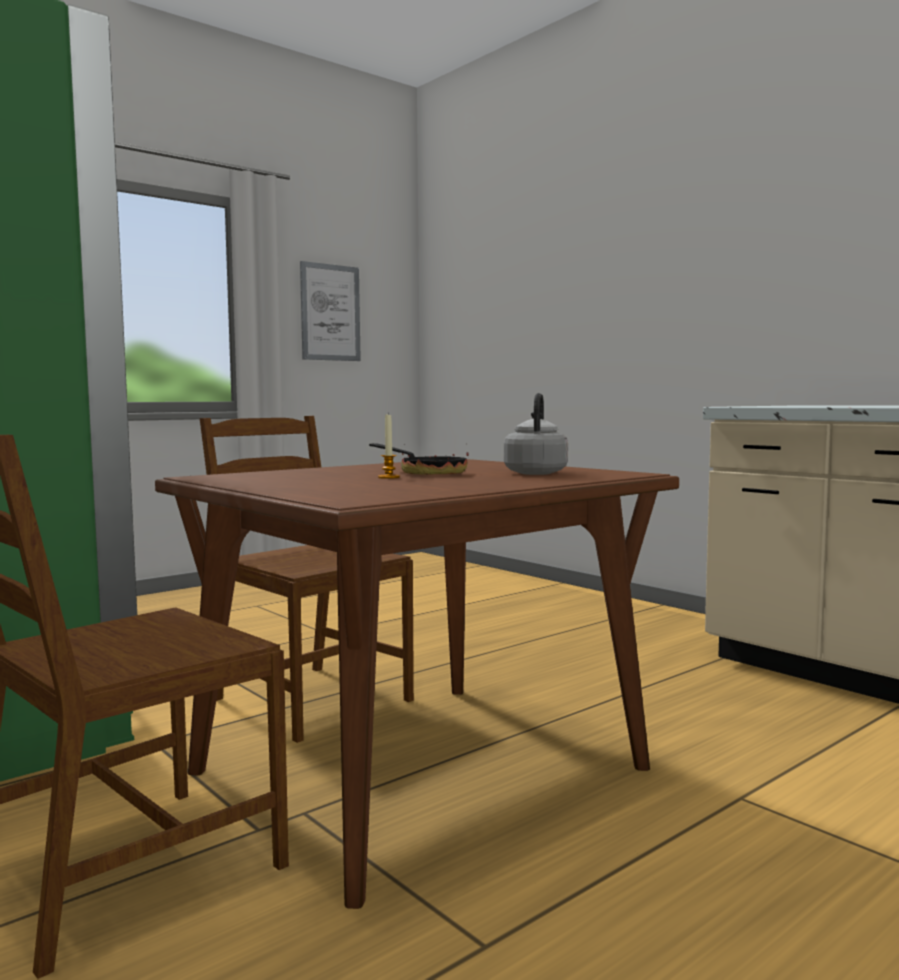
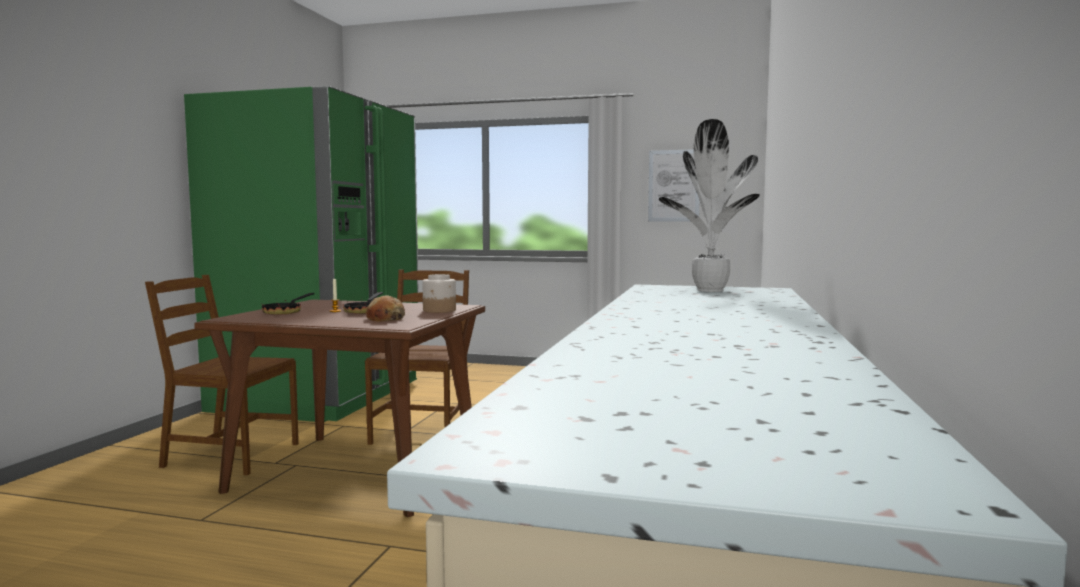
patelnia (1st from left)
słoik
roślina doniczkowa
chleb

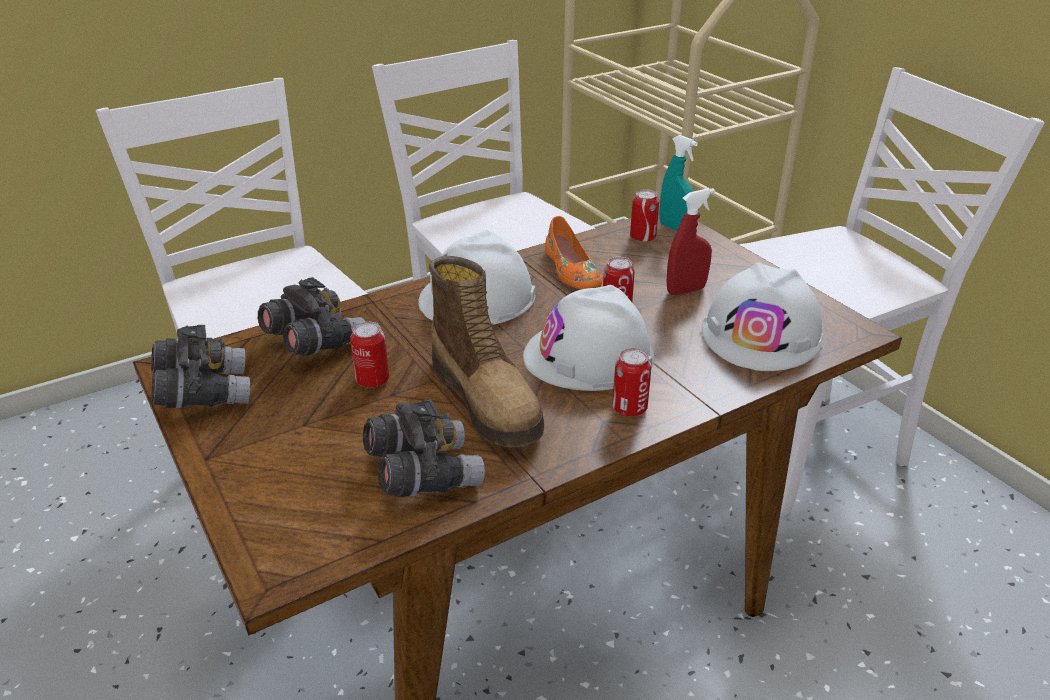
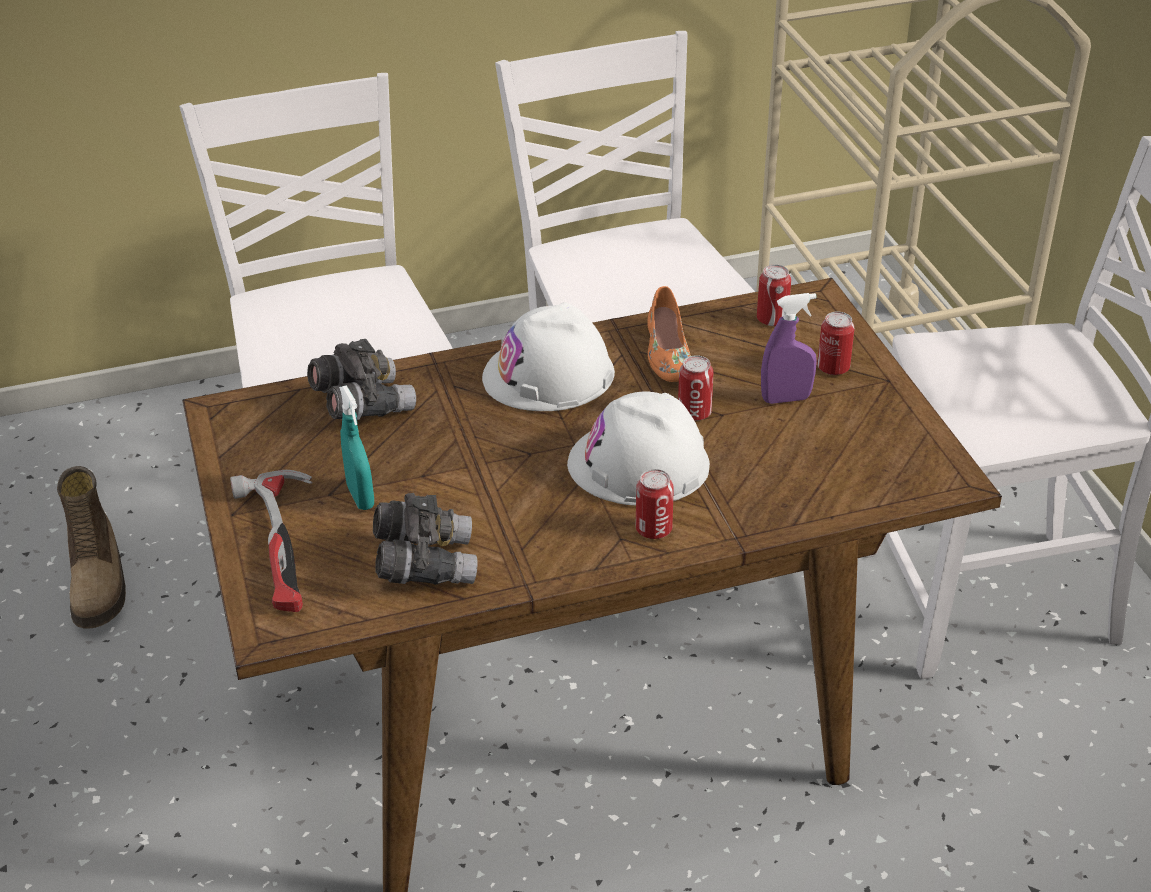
lornetka (szary) (1st from left in the first image)
kask (biały) (3rd from left in the first image)
młotek
puszka (4th from left)
but z cholewką
spryskiwacz (turkusowy)
spryskiwacz (fioletowy)

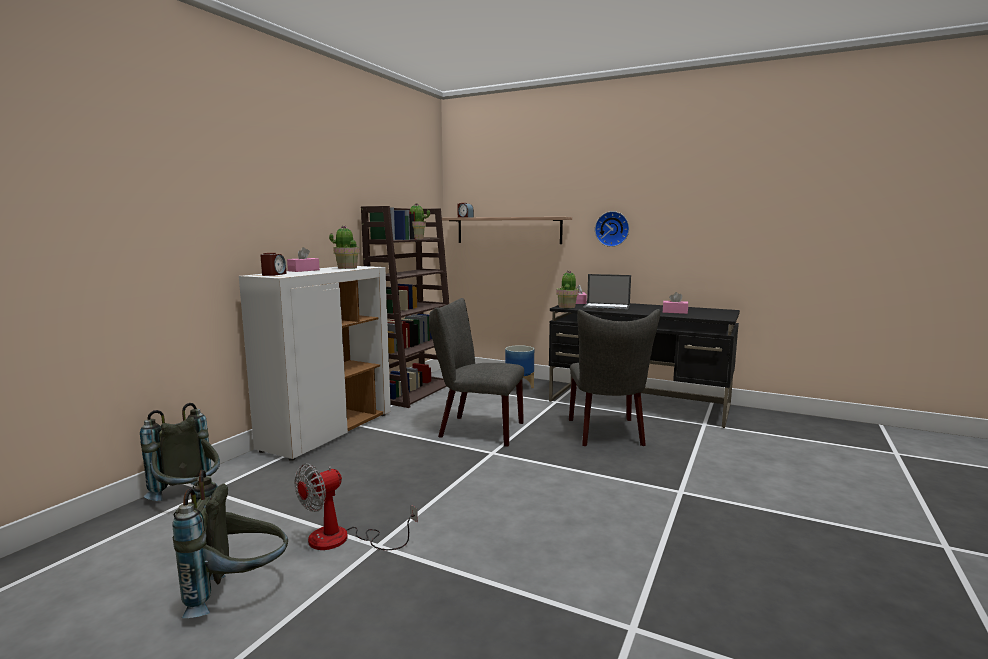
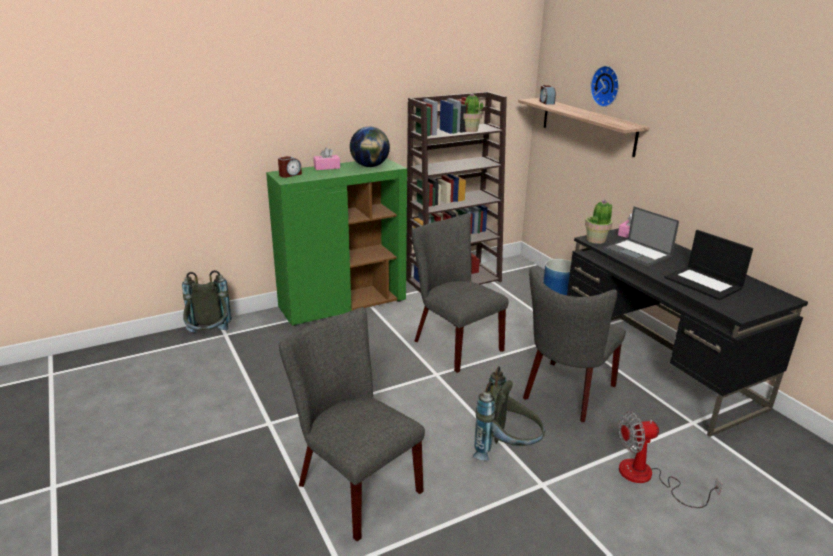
krzesło (szary) (1st from left)
plecak (szary) (2nd from left)
wentylator
zegar ścienny
globus
laptop (2nd from left)
szafka (zielony)

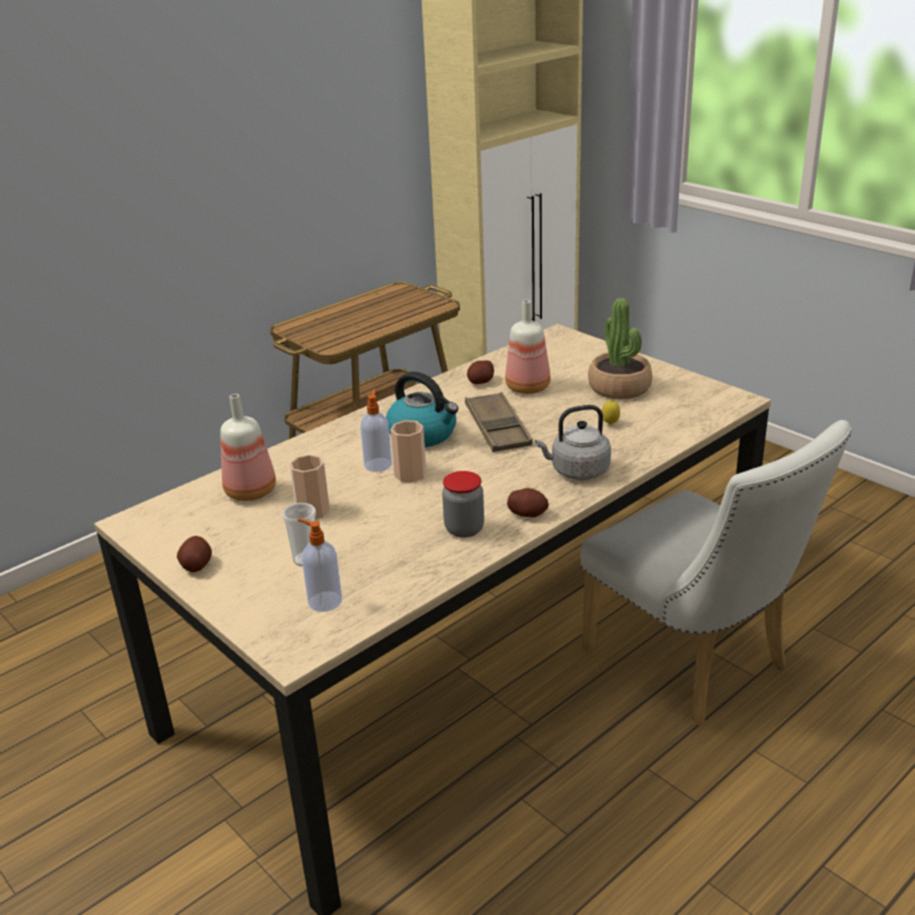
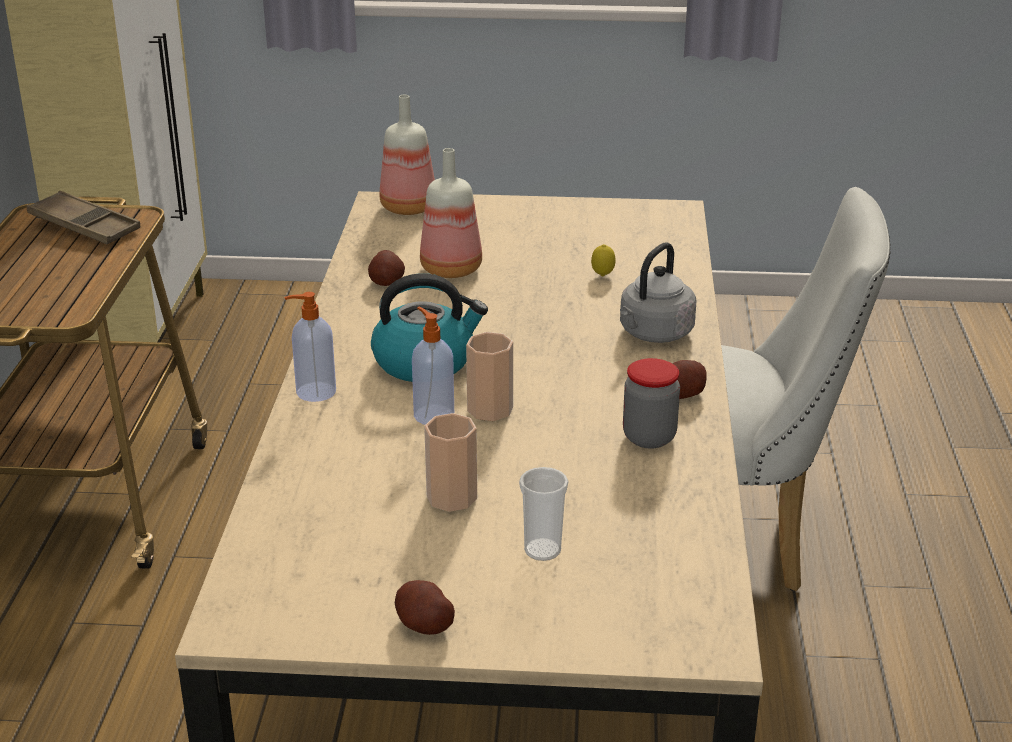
roślina doniczkowa
butelka (1st from left)
dozownik mydła (1st from left)
taca (brązowy)

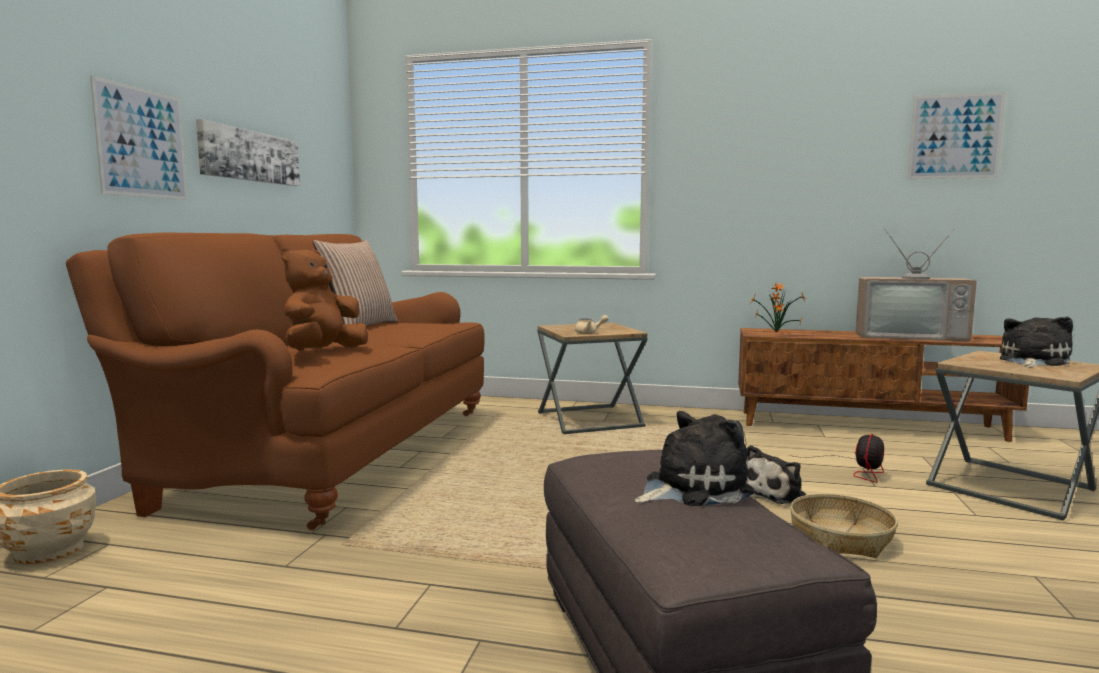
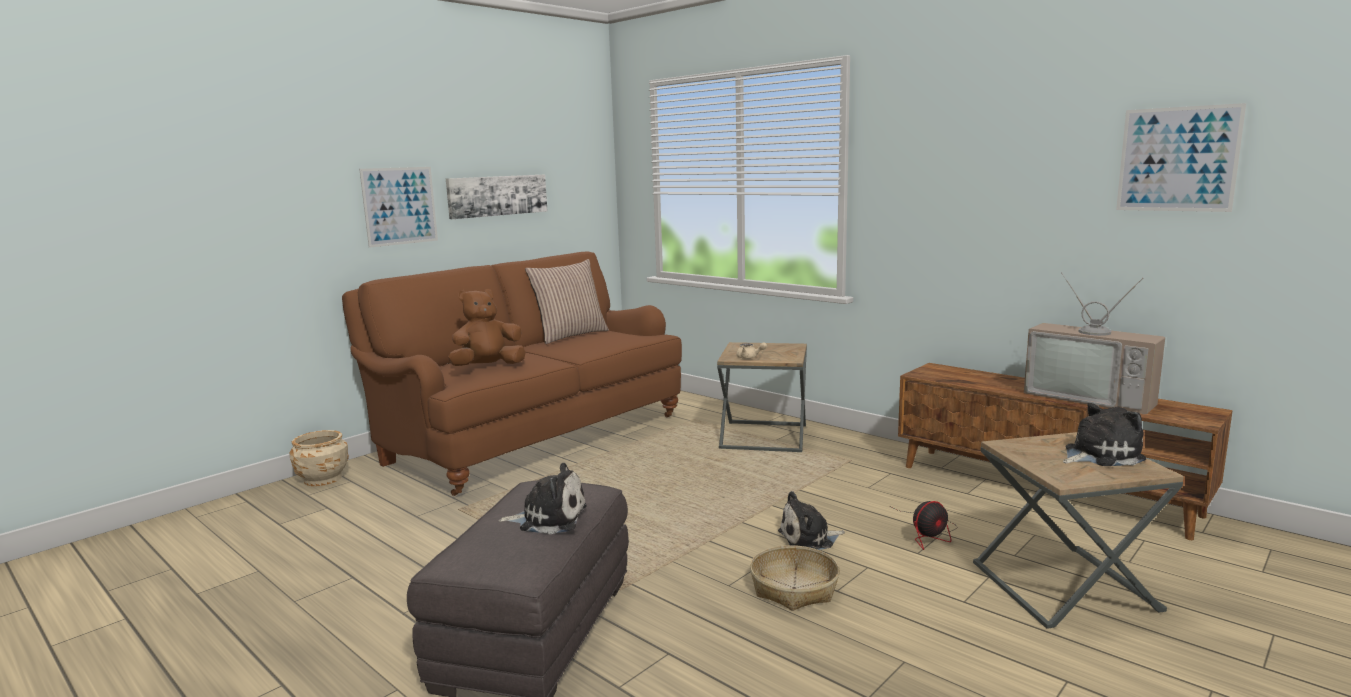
roślina doniczkowa

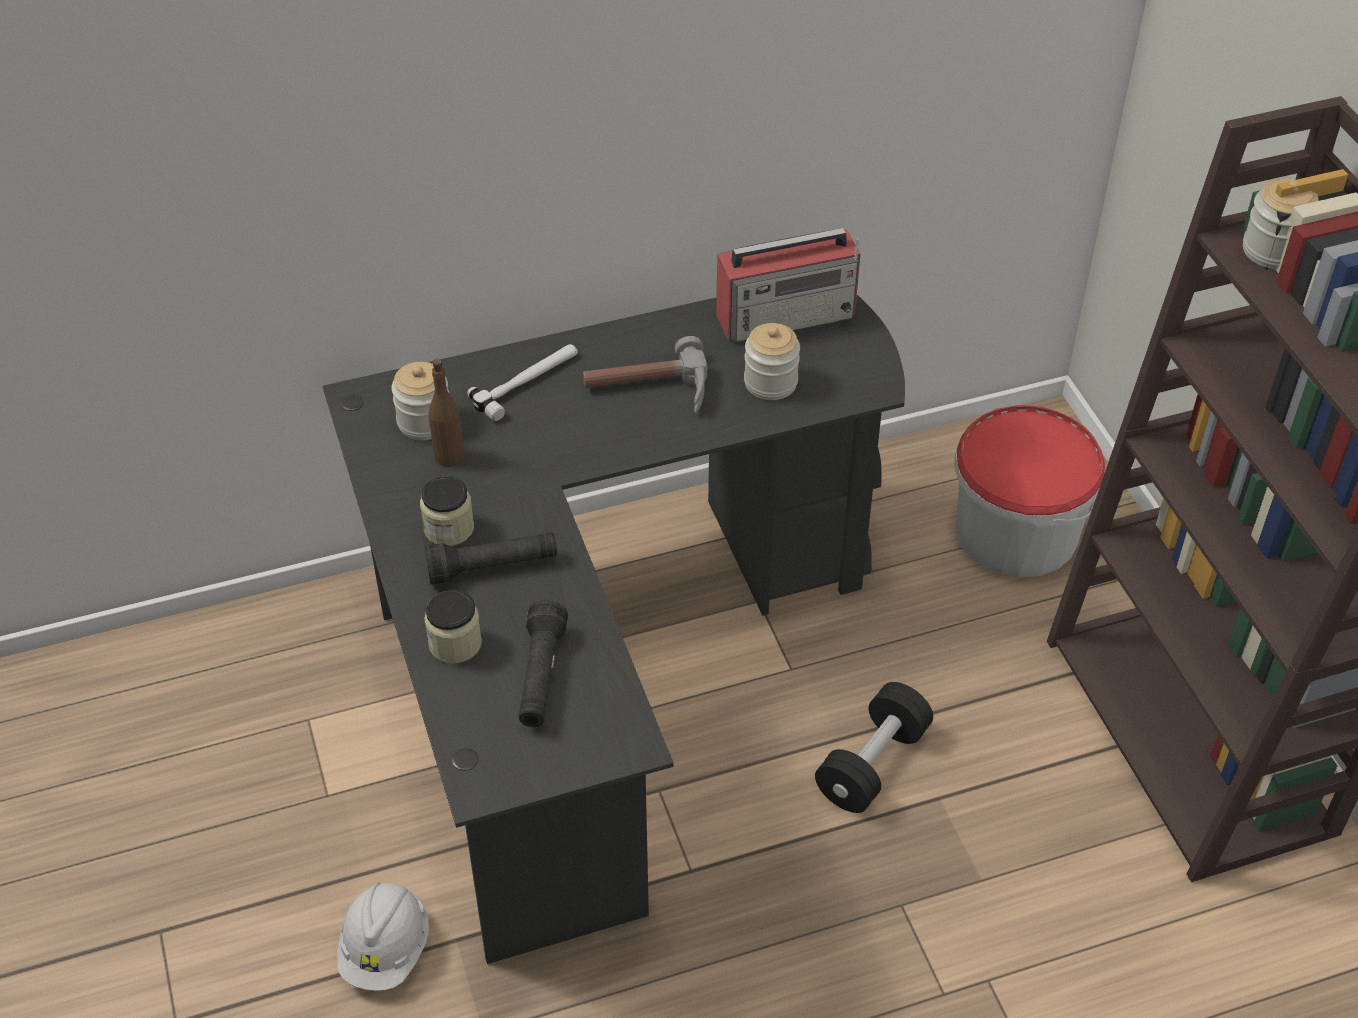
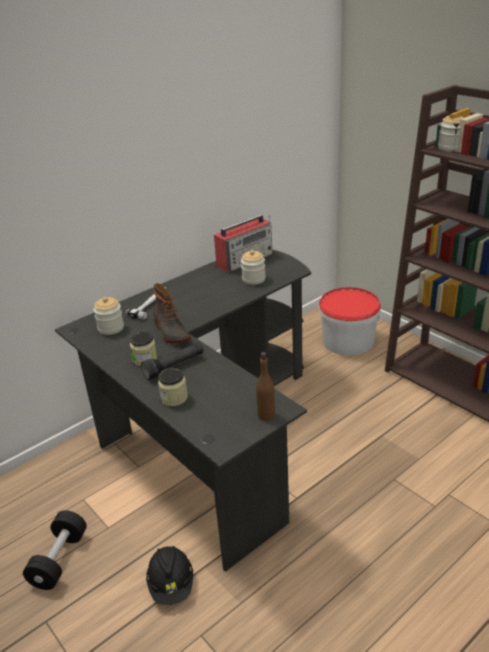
latarka (czarny) (2nd from left in the first image)
młotek (2nd from left in the first image)
but z cholewką
butelka (brązowy)
hantel (czarny)
kask (czarny)

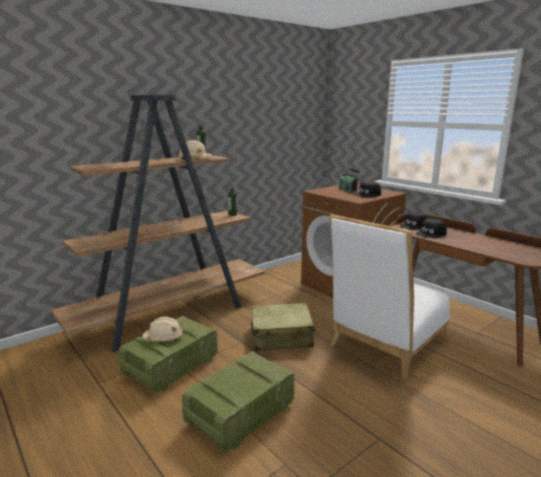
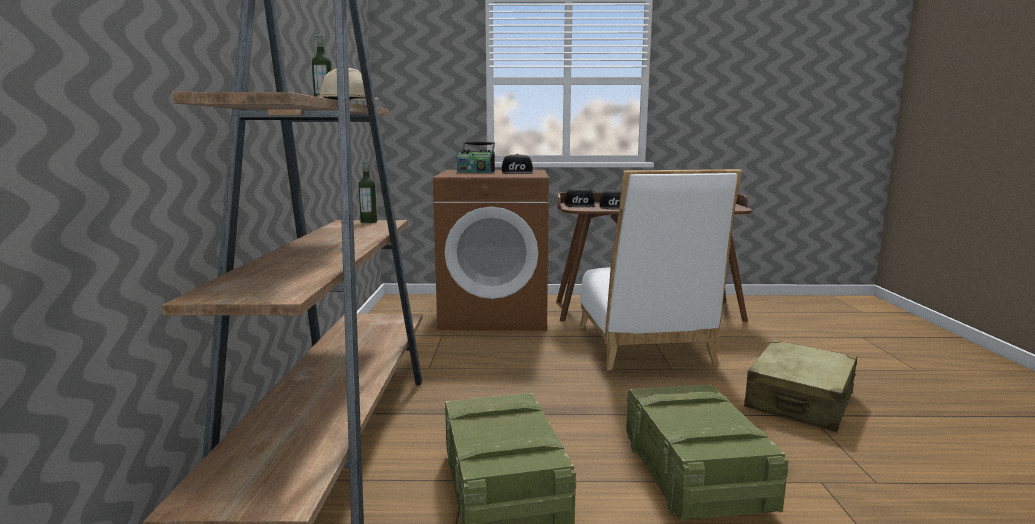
kask (beżowy) (1st from left in the first image)
walizka (beżowy)

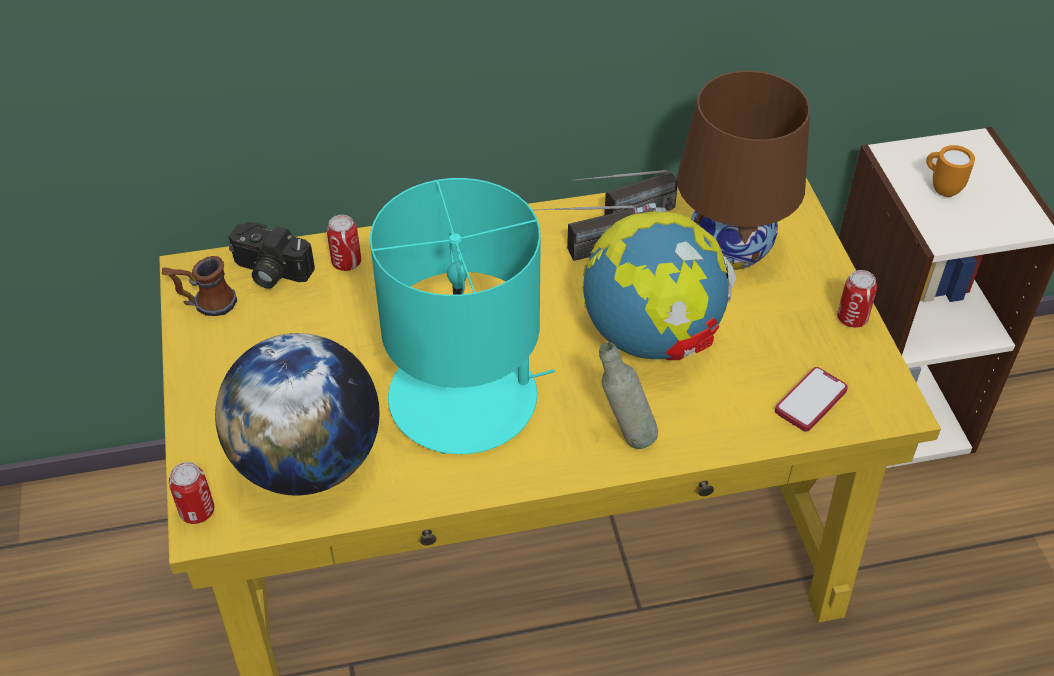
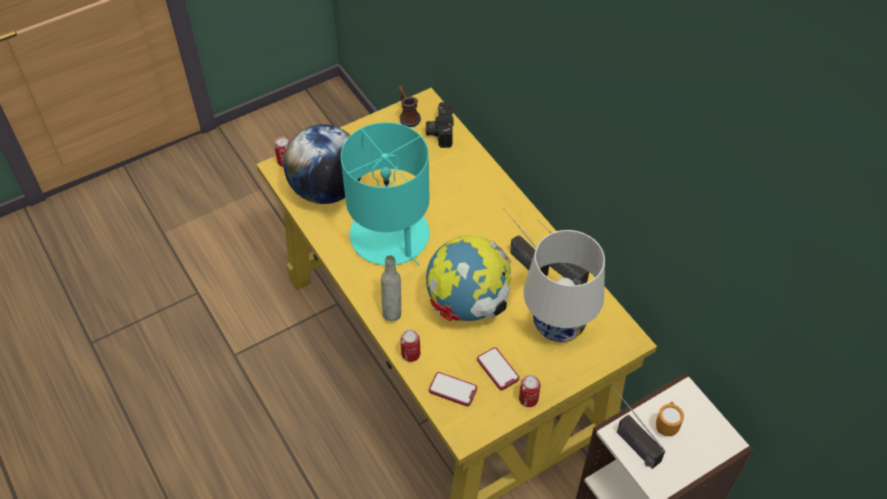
telefon (2nd from left)
radio (3rd from left)
puszka (2nd from left)
lampa stołowa (biały)

